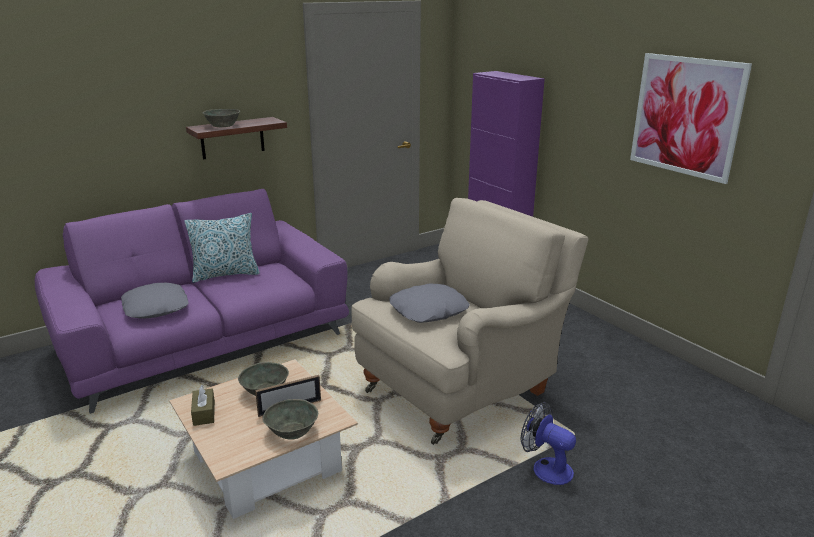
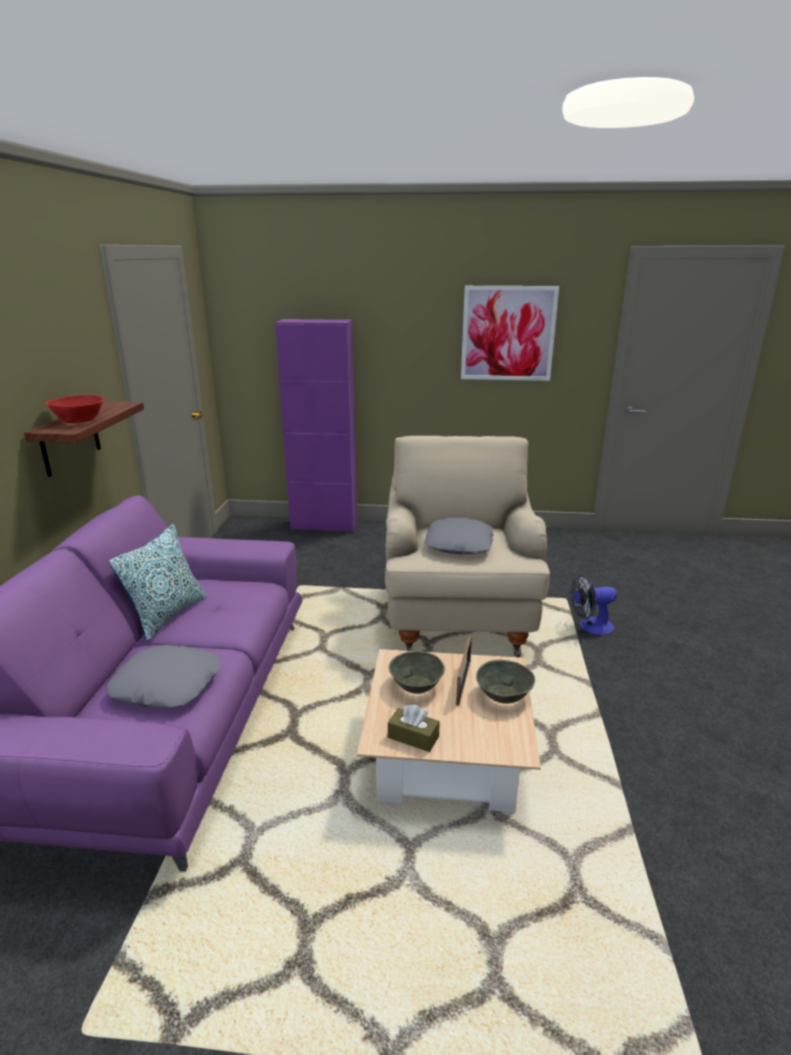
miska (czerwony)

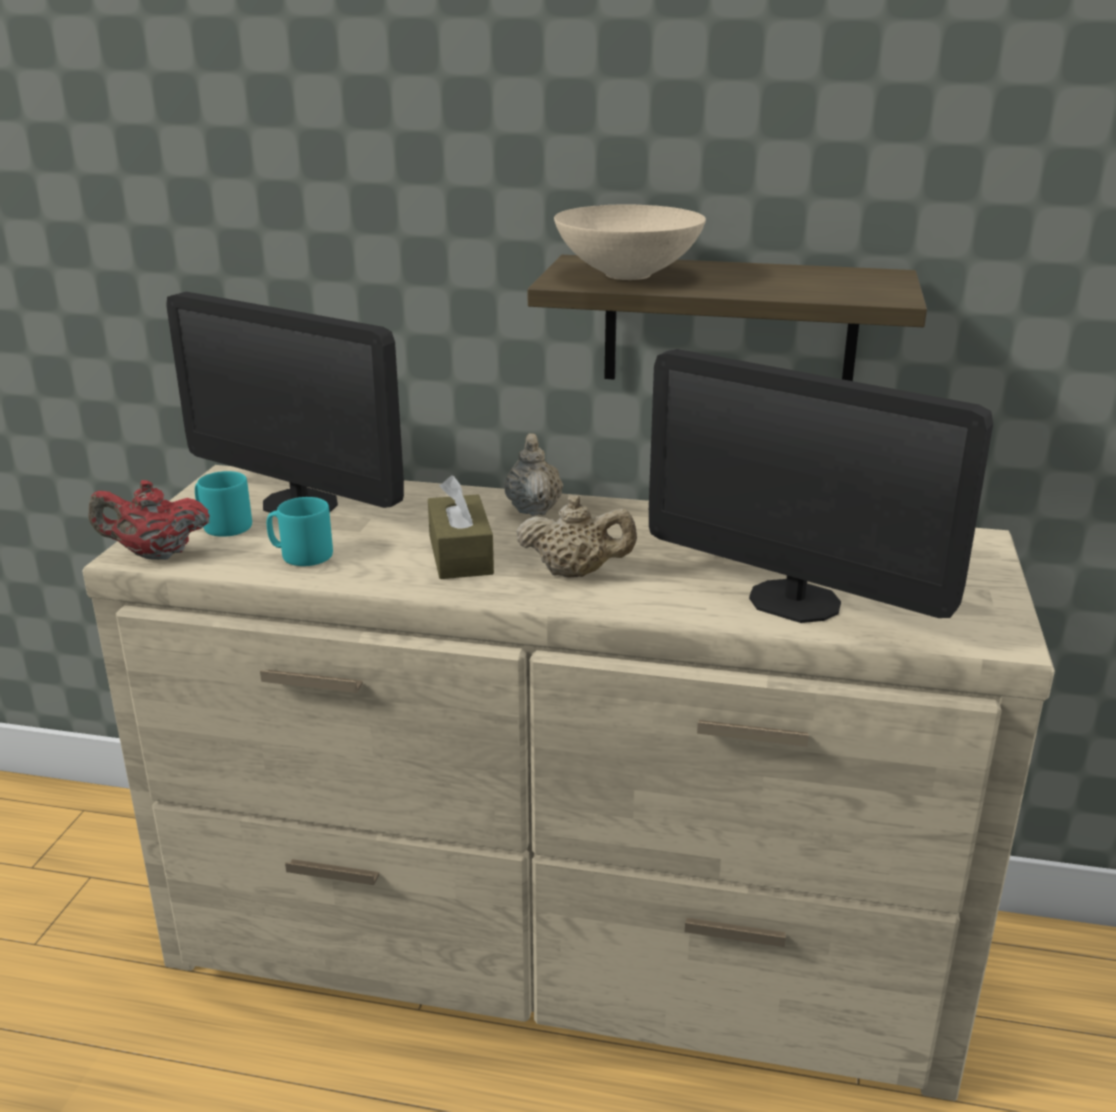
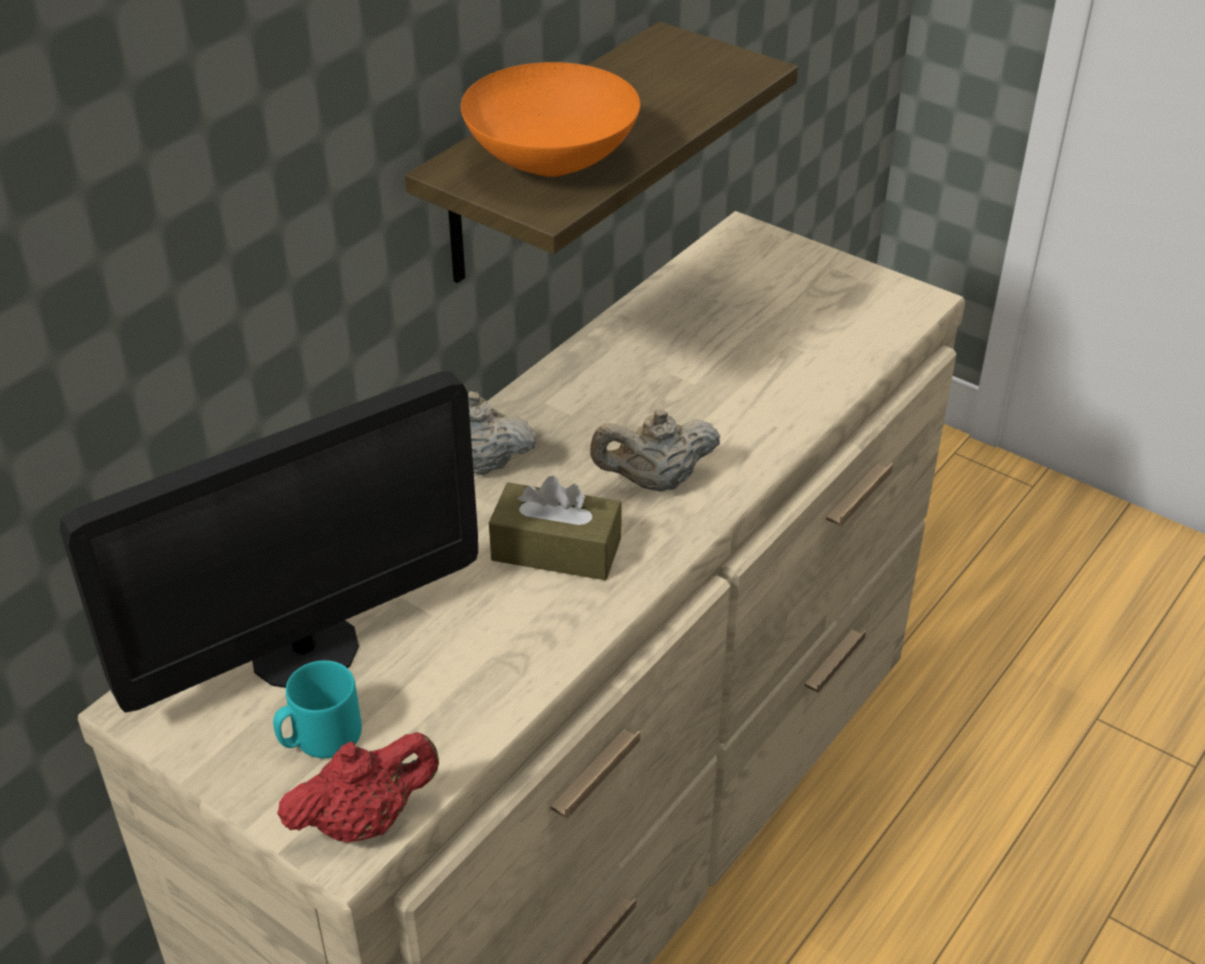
kubek (turkusowy) (2nd from left in the first image)
monitor (2nd from left in the first image)
miska (pomarańczowy)
imbryk (czerwony)
imbryk (beżowy) (2nd from left)

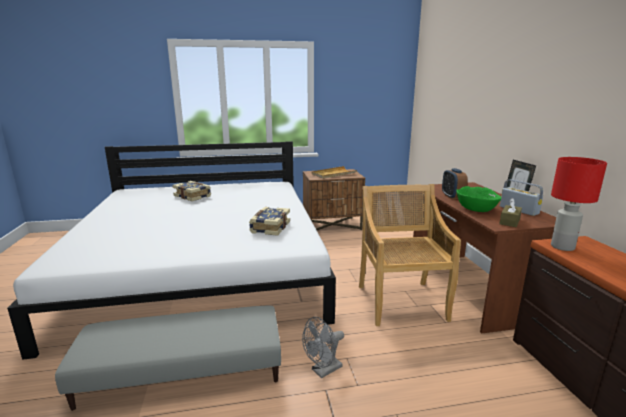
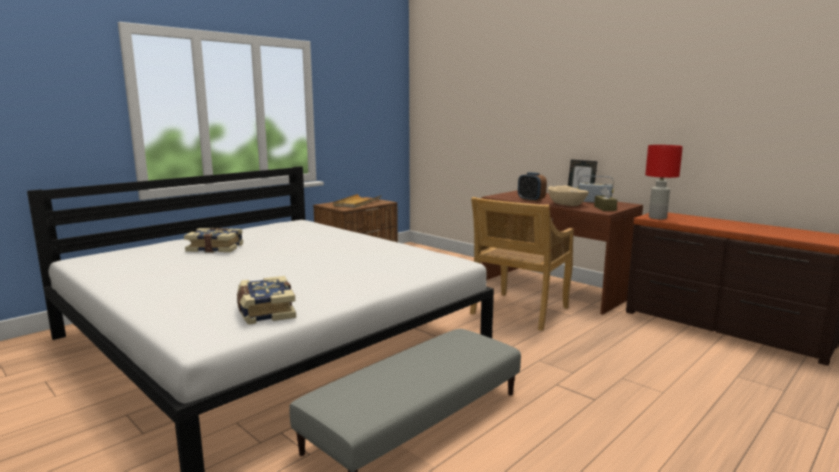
wentylator (szary)
książka (2nd from left)
miska (beżowy)
krzesło (beżowy)

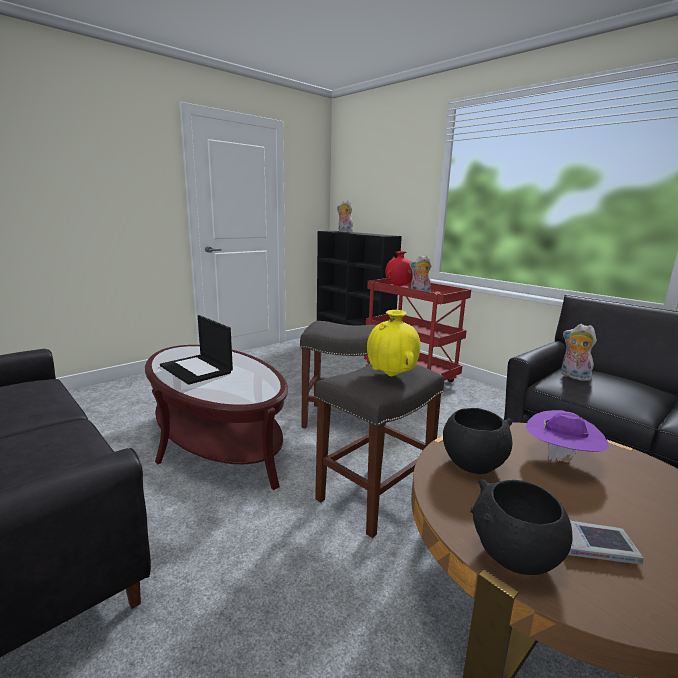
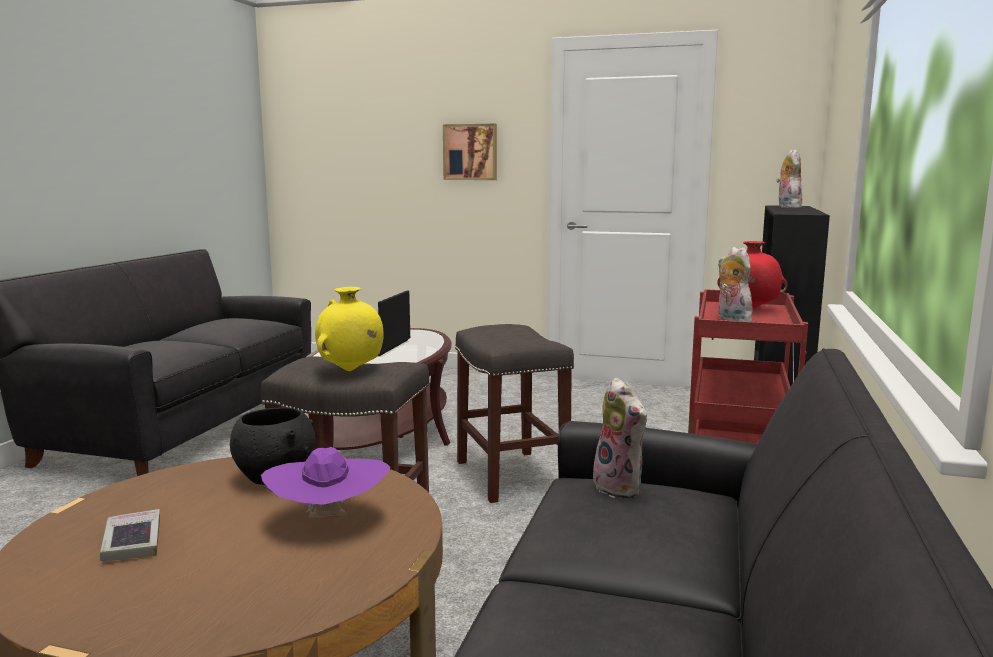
miska (czarny) (2nd from left in the first image)
obraz
pluszak (1st from left)

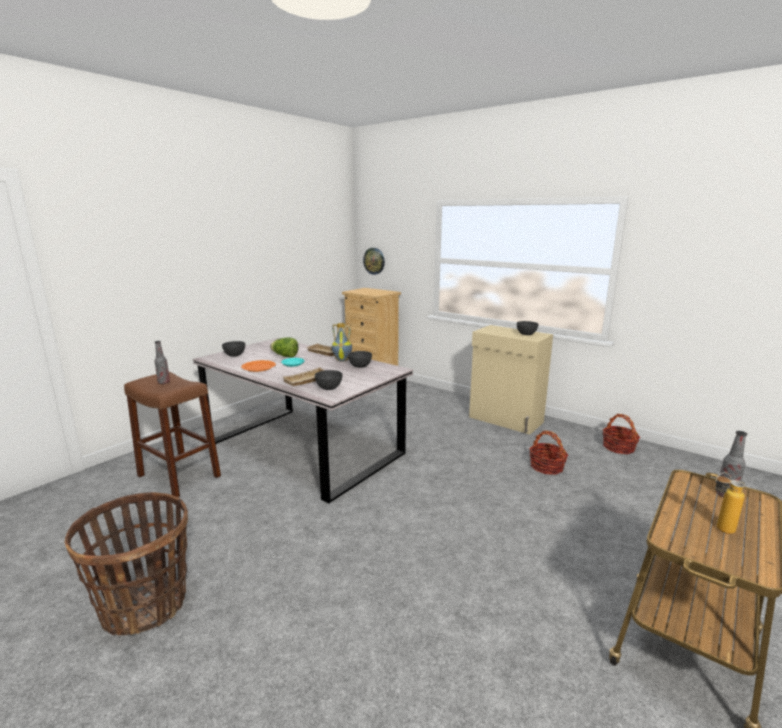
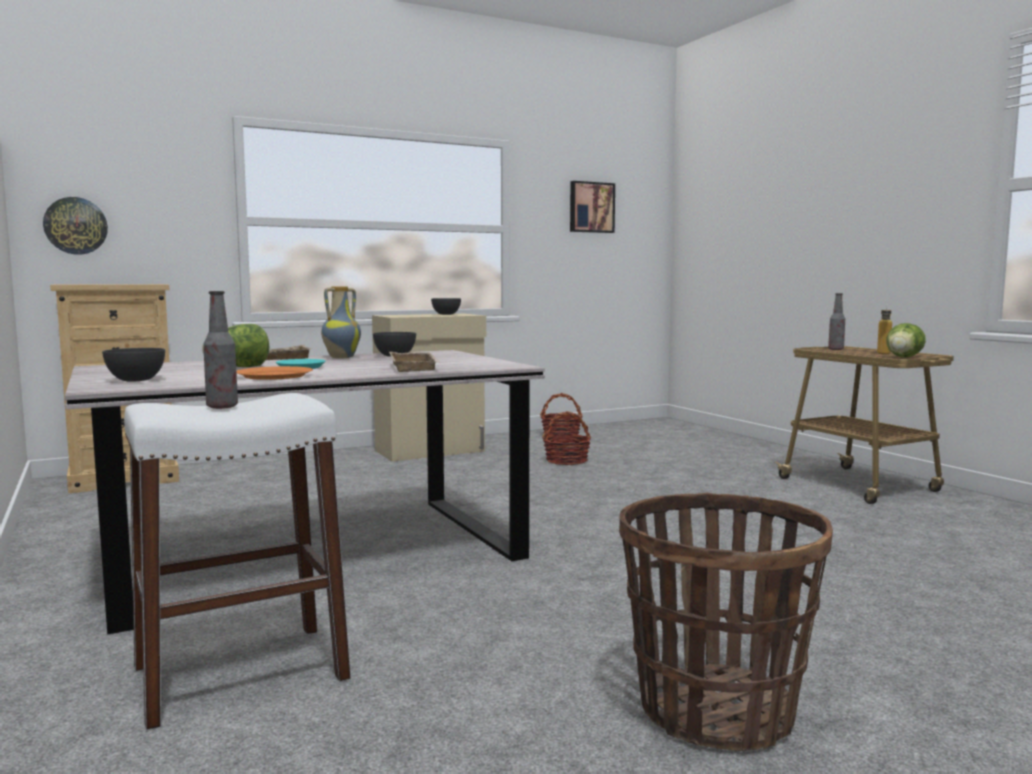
miska (szary) (2nd from left in the first image)
obraz
sałata (2nd from left)
stołek (biały)

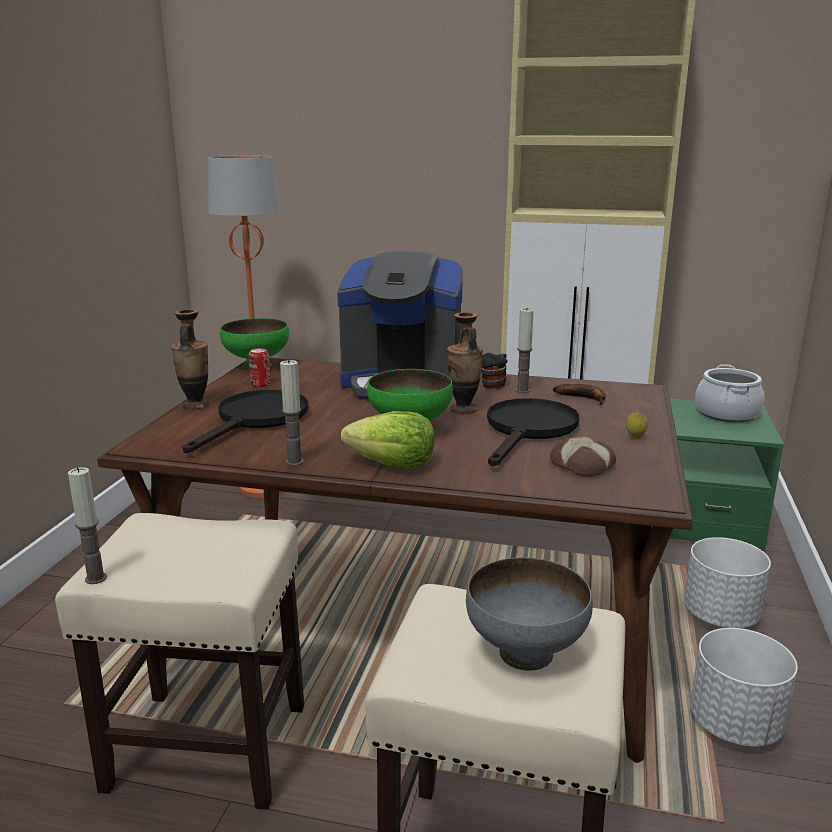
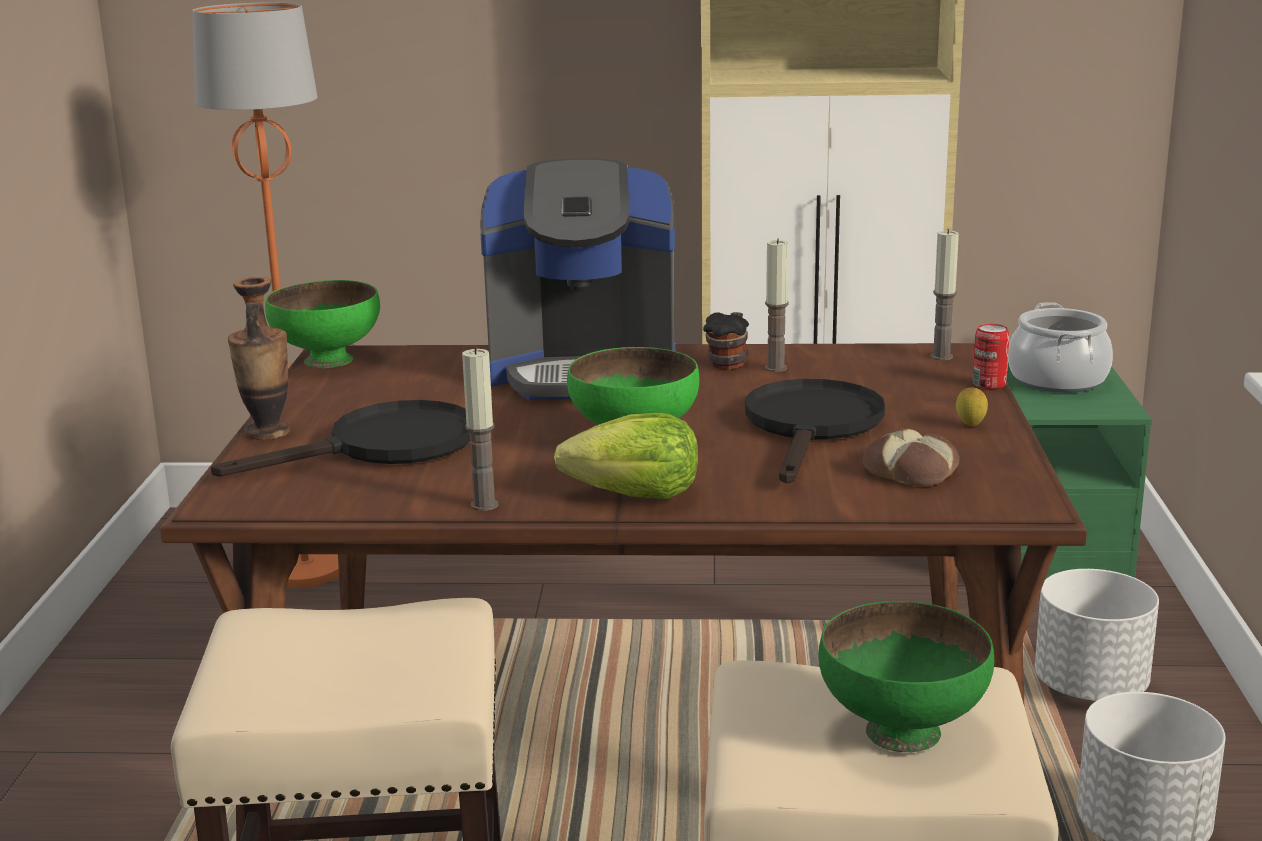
wazon (2nd from left in the first image)
banan
świeca (3rd from left)
puszka
miska (zielony) (3rd from left)
patelnia (czarny) (1st from left)

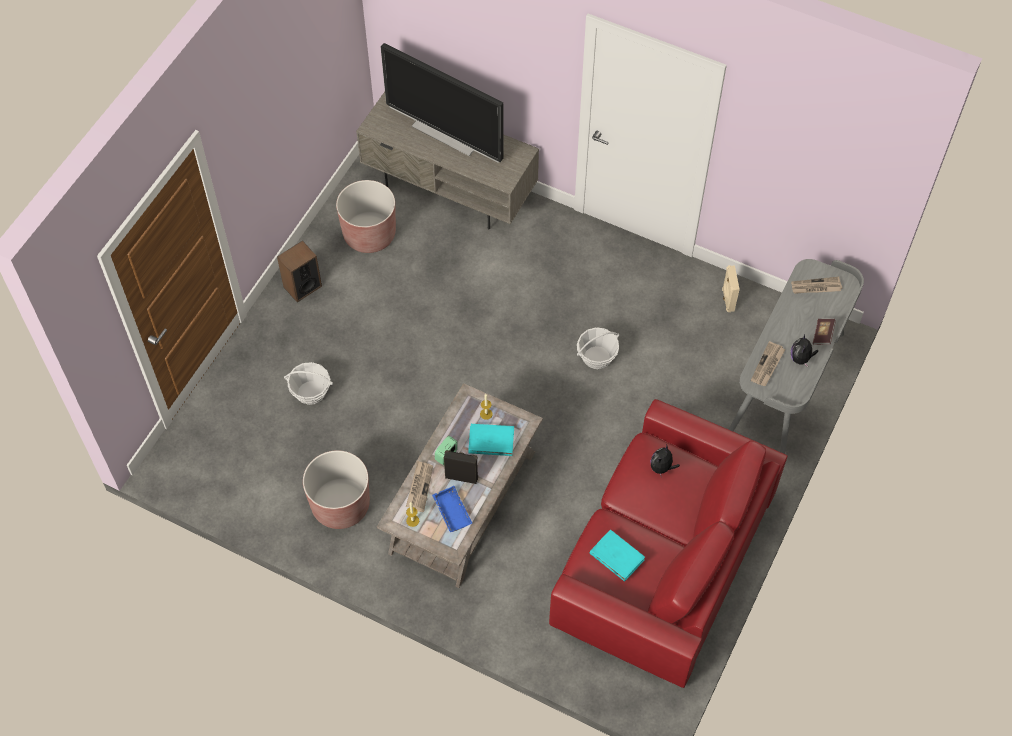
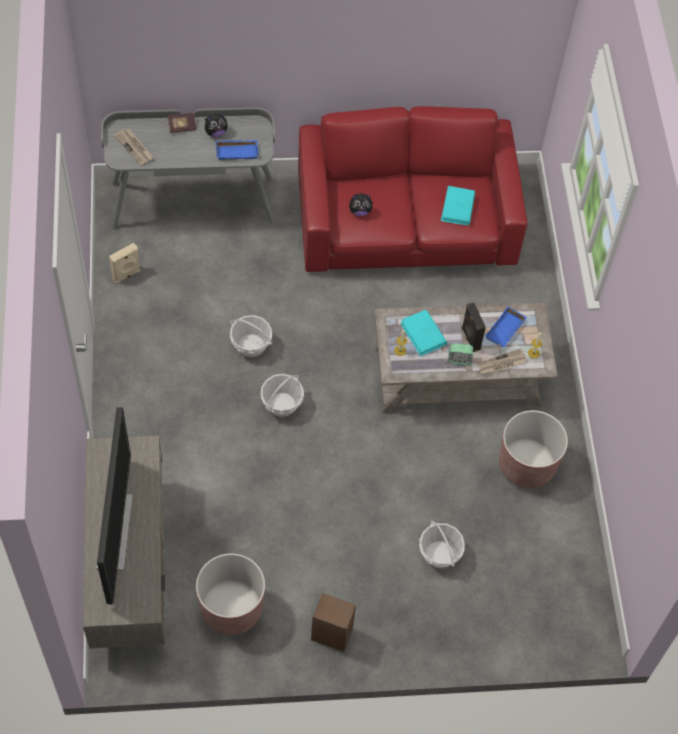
koszyk (2nd from left)
taca (niebieski) (1st from left)

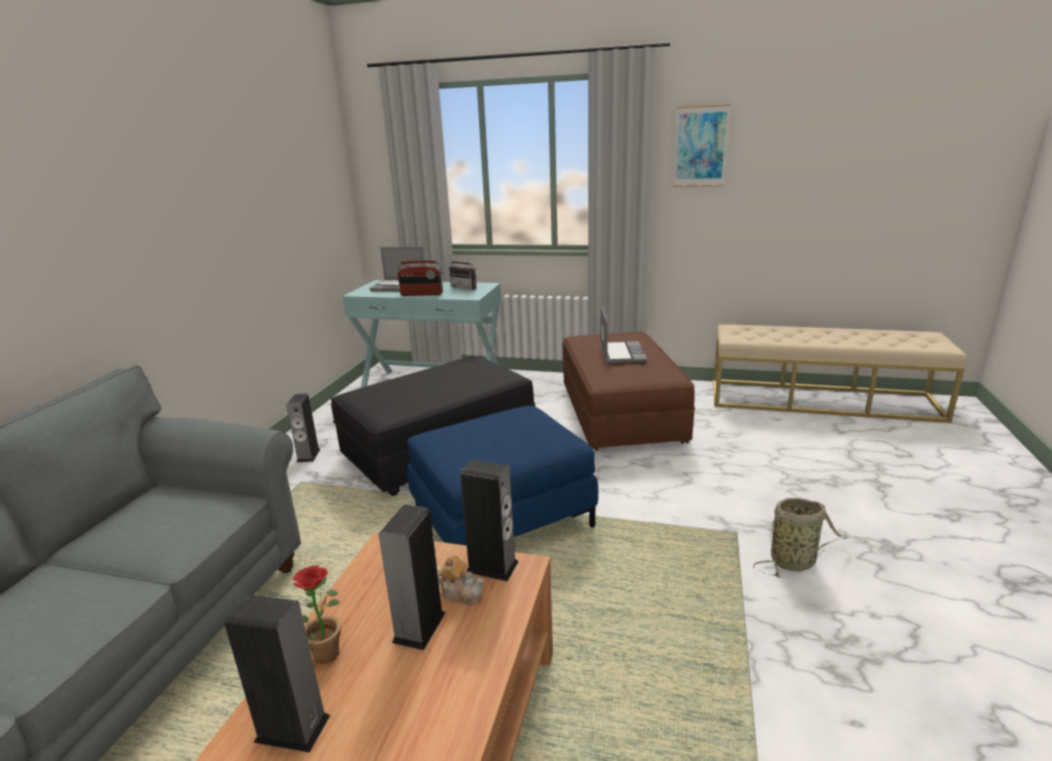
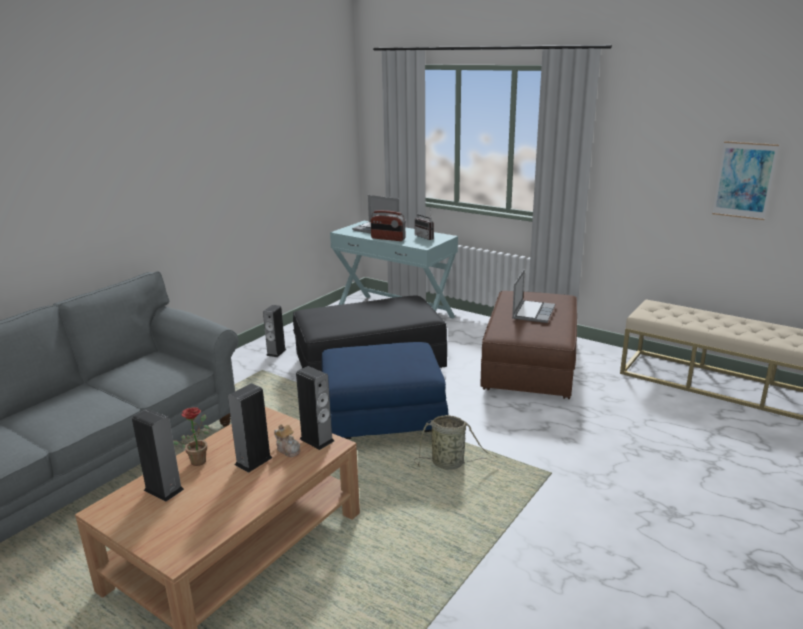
obraz
koszyk

